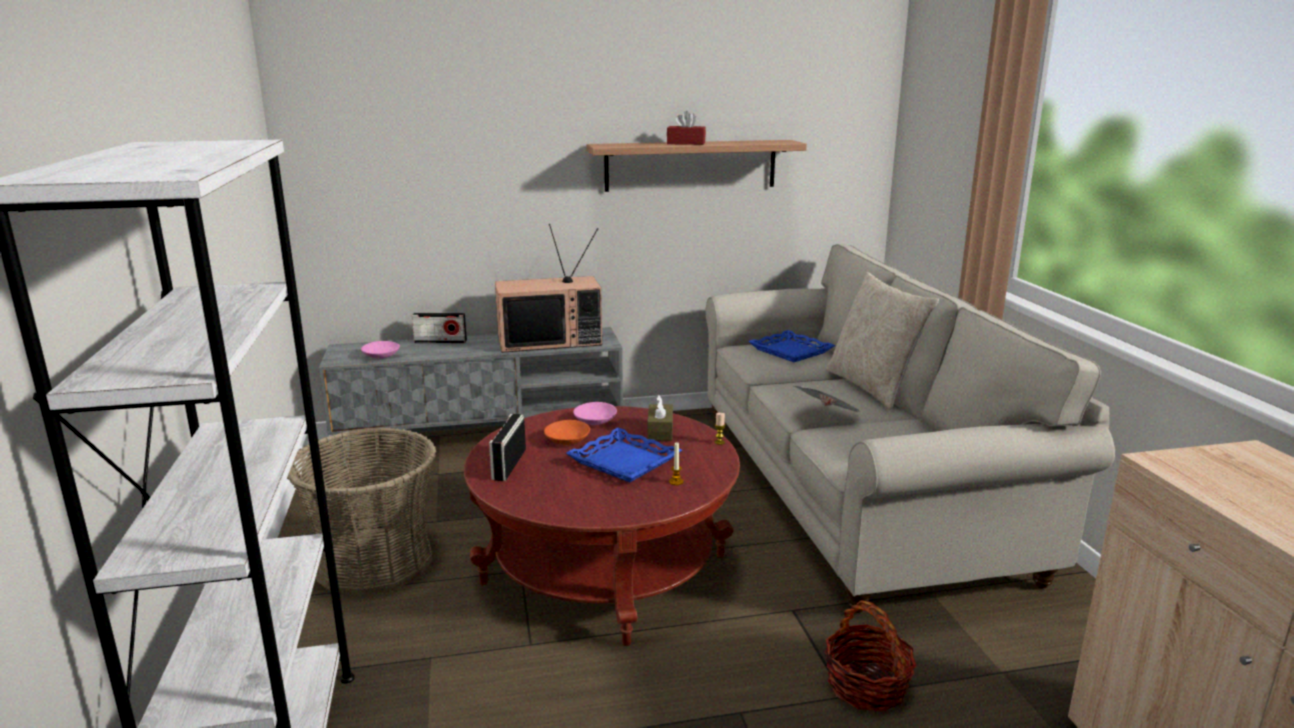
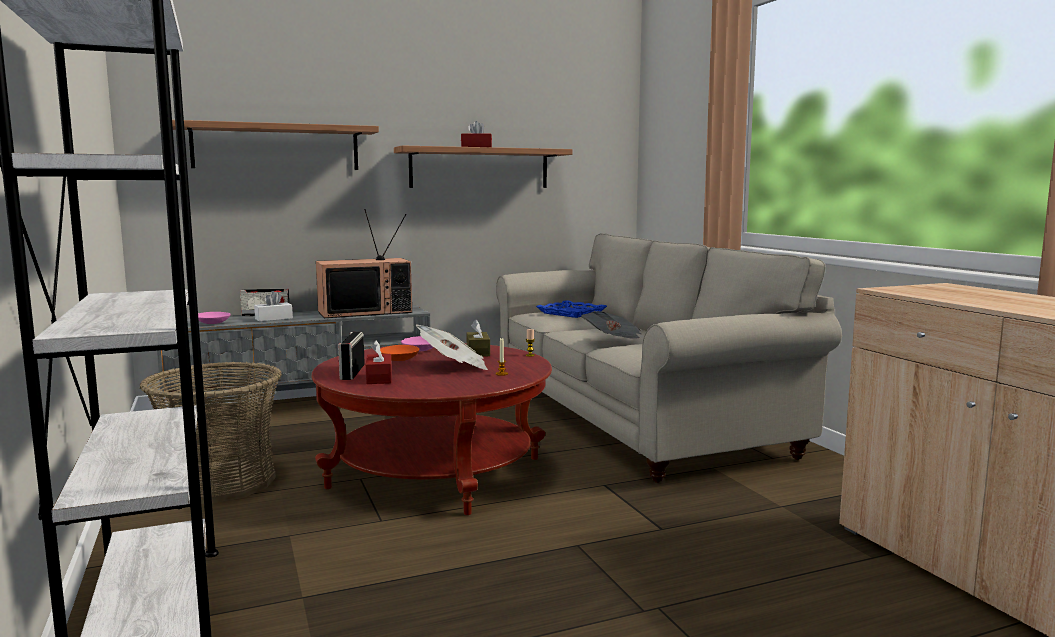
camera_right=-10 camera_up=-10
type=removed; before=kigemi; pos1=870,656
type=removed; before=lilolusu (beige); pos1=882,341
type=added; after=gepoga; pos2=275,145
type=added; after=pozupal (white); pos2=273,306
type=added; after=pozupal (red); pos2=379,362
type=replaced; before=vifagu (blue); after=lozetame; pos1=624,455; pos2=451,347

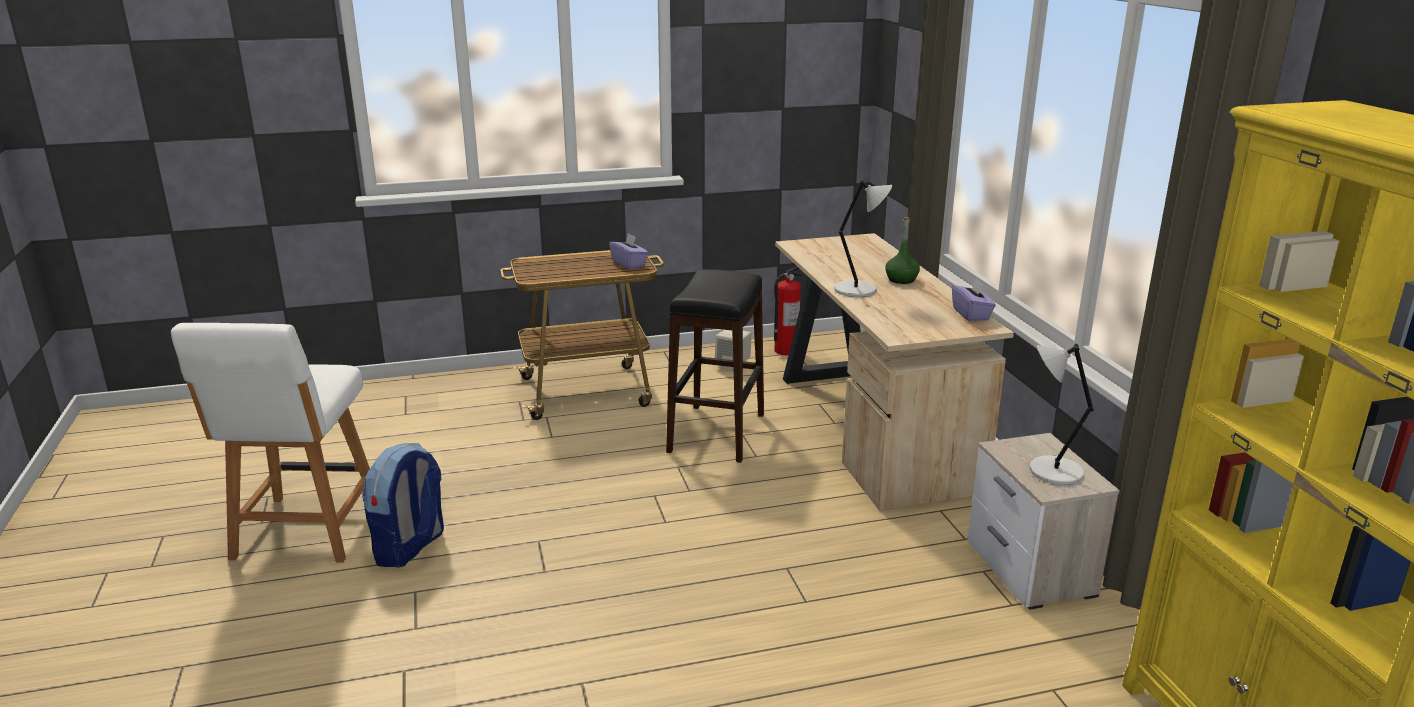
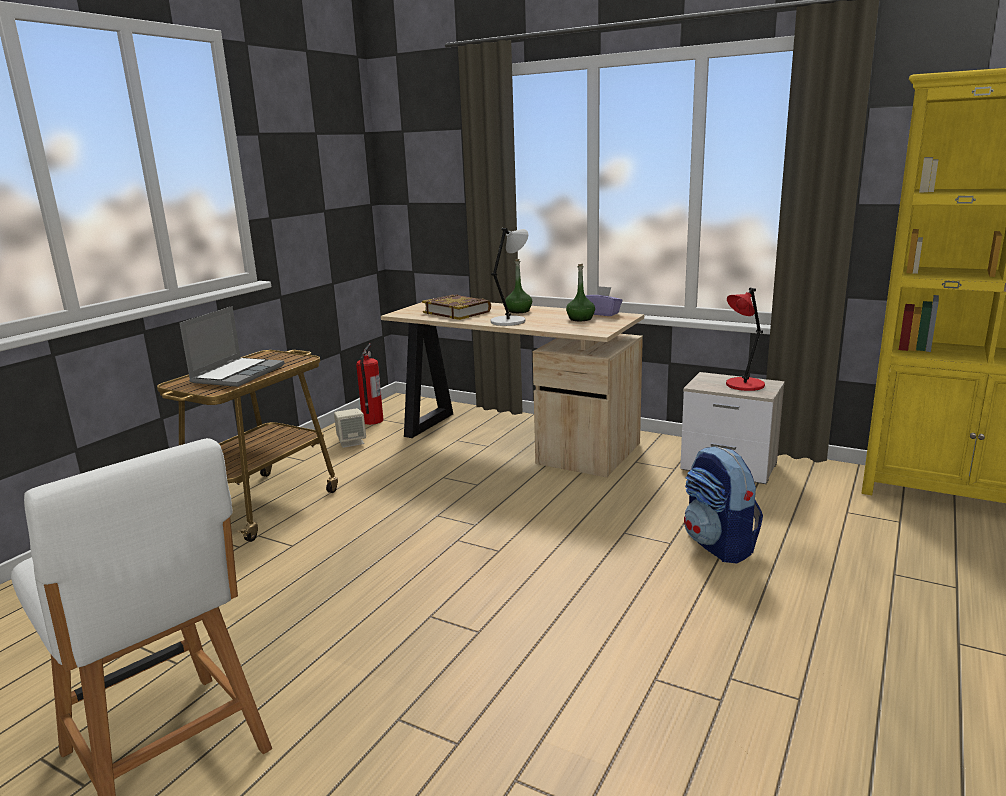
camera_right=-45 camera_up=-5
type=removed; before=pozupal (purple); pos1=629,251
type=removed; before=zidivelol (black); pos1=715,366
type=added; after=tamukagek; pos2=232,346
type=added; after=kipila; pos2=456,307
type=added; after=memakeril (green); pos2=580,292
type=moved; before=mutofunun; pos1=403,505; pos2=723,505
type=recoloured; before=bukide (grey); after=bukide (red); pos1=1061,414; pos2=745,339

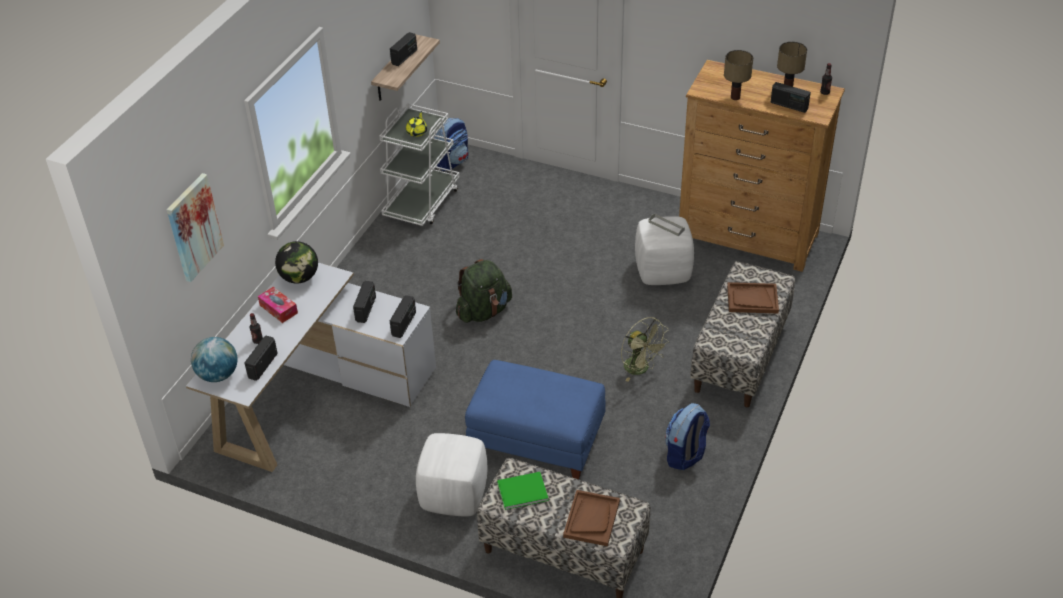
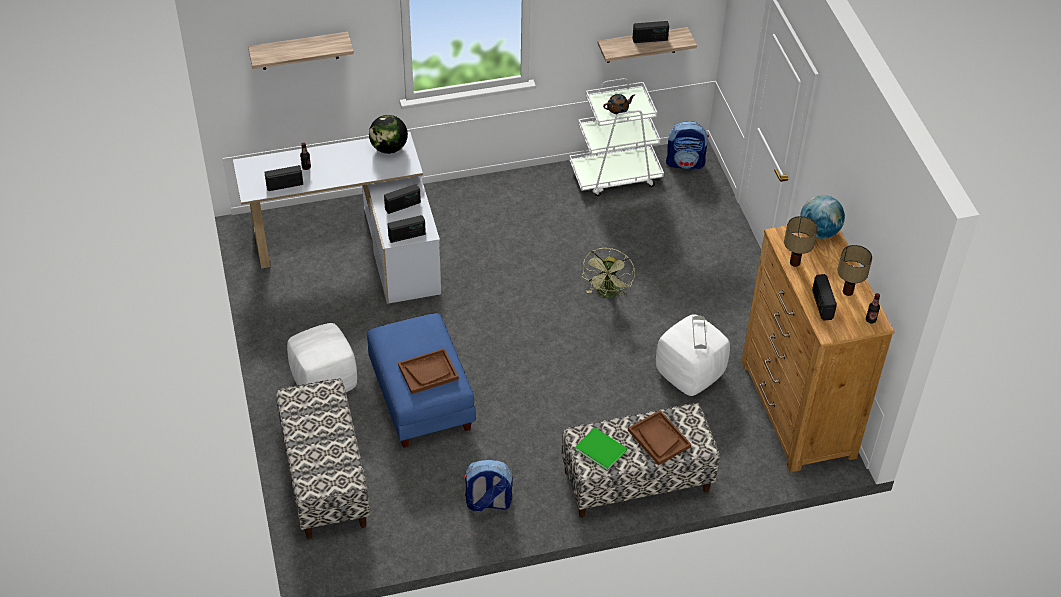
camera_right=50 camera_up=5
type=removed; before=pozupal; pos1=278,305
type=removed; before=mutofunun (green); pos1=484,291
type=moved; before=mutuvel; pos1=214,359; pos2=822,217
type=moved; before=kipila (green); pos1=523,491; pos2=601,449
type=moved; before=vifagu (brown); pos1=591,518; pos2=428,371
type=moved; before=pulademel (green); pos1=645,349; pos2=608,273
type=replaced; before=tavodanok; after=gepoga; pos1=195,227; pos2=301,51
type=recoloured; before=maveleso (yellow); after=maveleso (brown); pos1=416,124; pos2=619,104

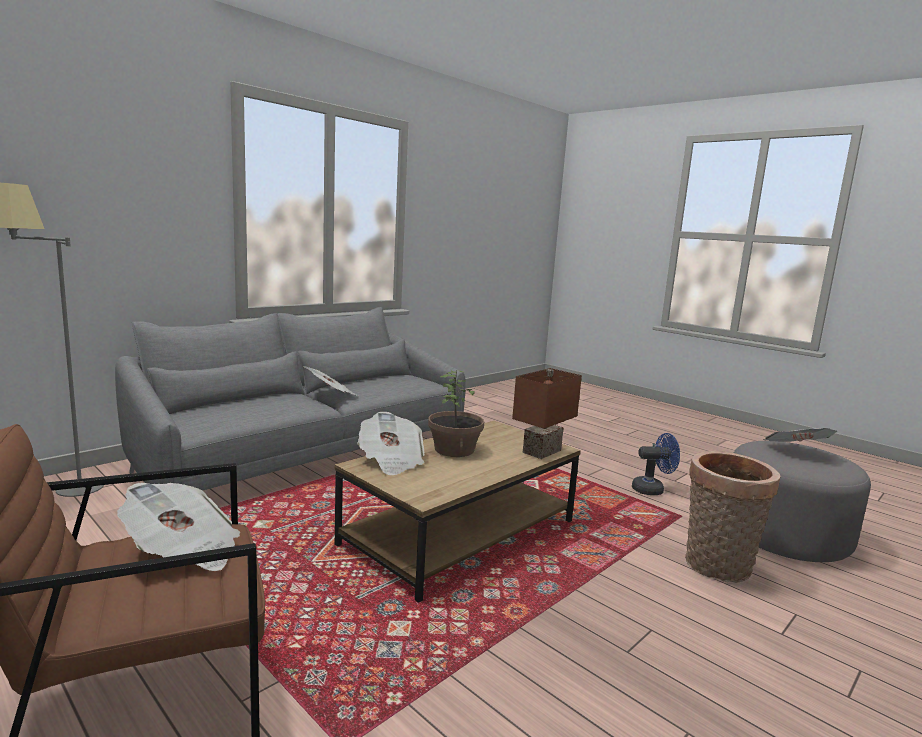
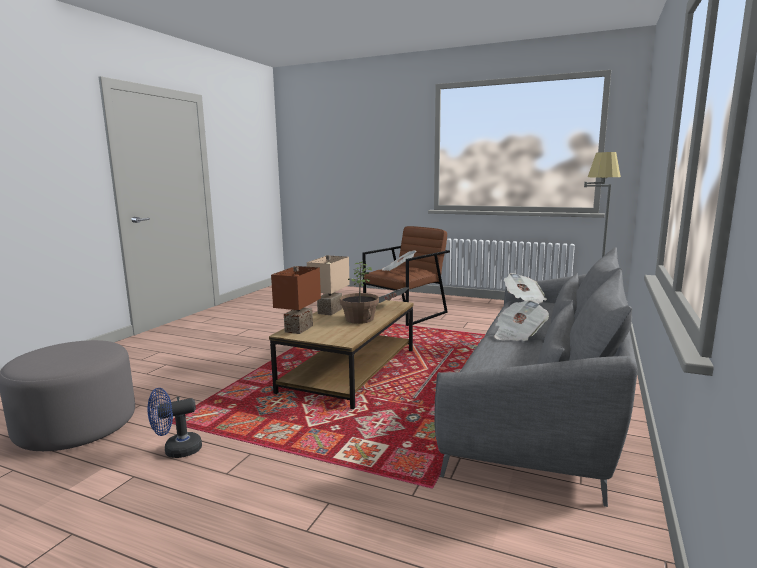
camera_right=160 camera_up=0
type=removed; before=kigemi; pos1=732,517
type=added; after=bukide (beige); pos2=328,285
type=moved; before=lozetame; pos1=800,435; pos2=525,288

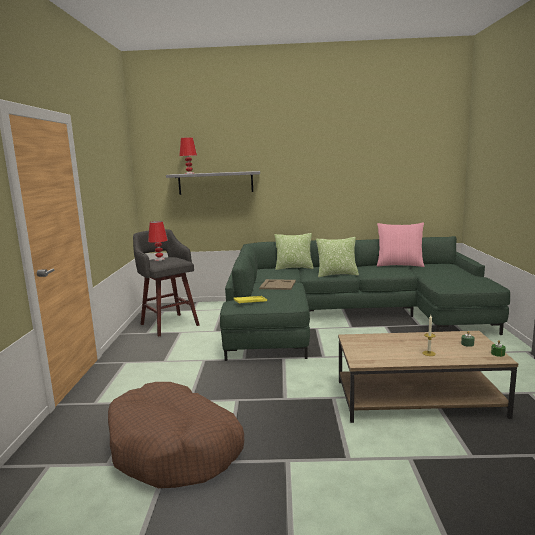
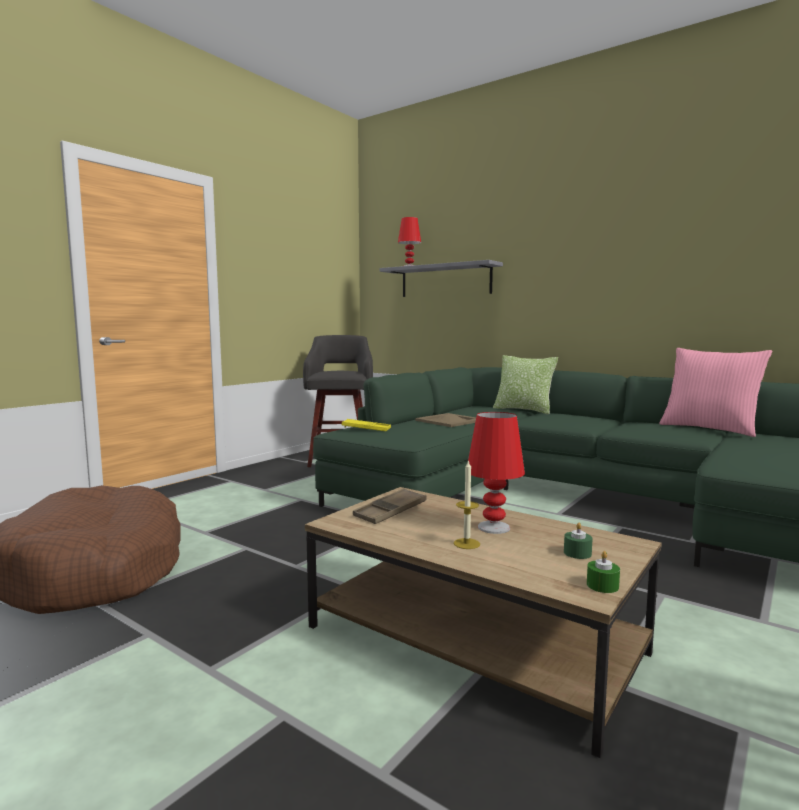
camera_right=35 camera_up=-5
type=removed; before=lilolusu; pos1=337,257
type=added; after=vifagu (brown); pos2=389,506
type=moved; before=bukide (red); pos1=158,241; pos2=496,473

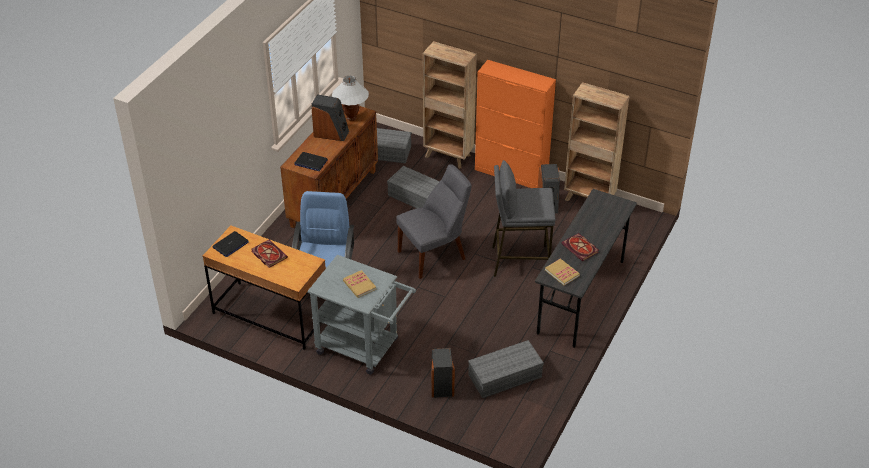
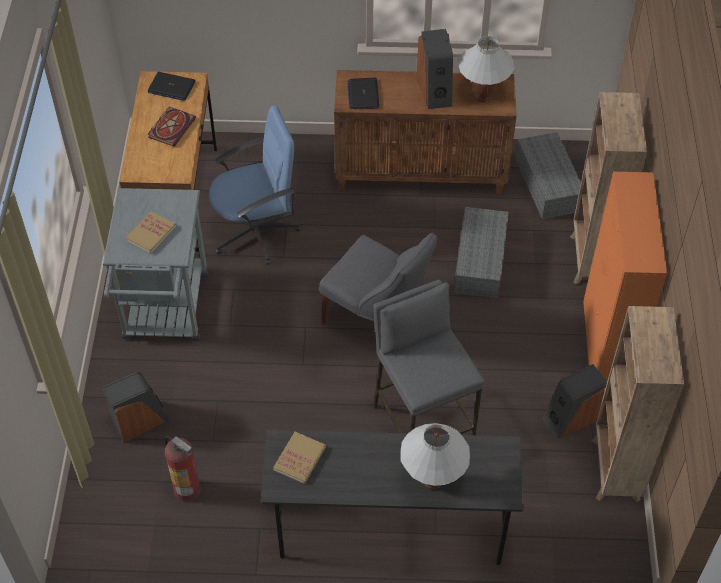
camera_right=65 camera_up=10
type=removed; before=kipila; pos1=580,247
type=added; after=bukide (white); pos2=435,456
type=replaced; before=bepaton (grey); after=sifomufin; pos1=506,369; pos2=183,469

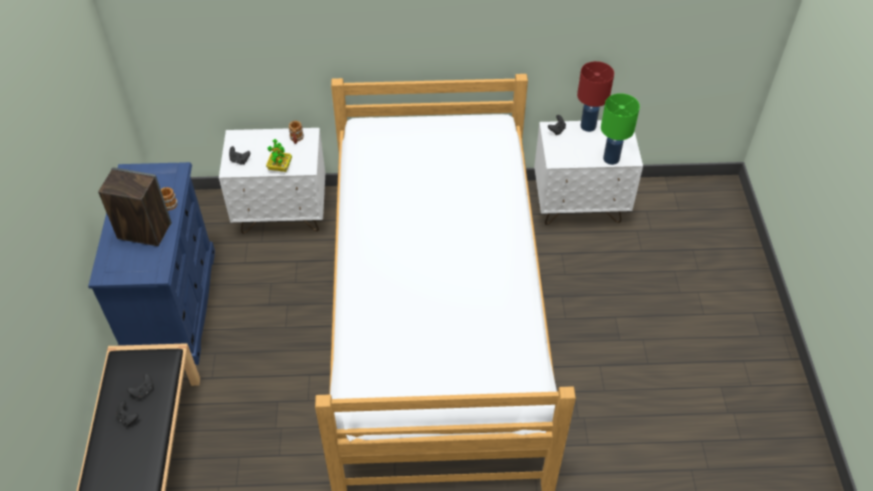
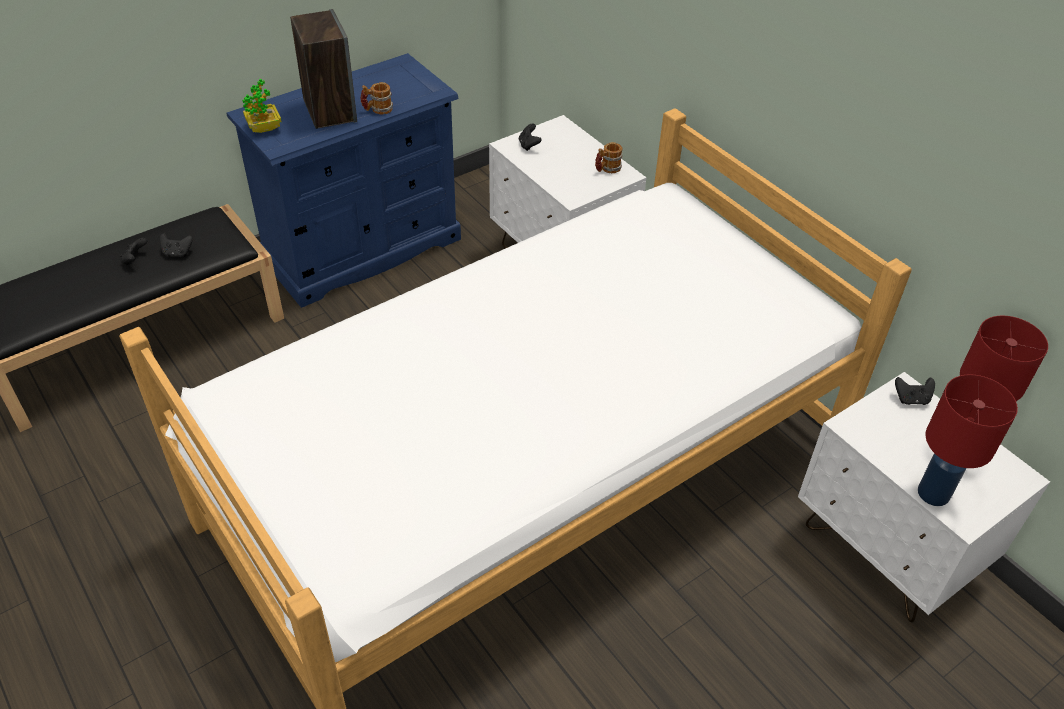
camera_right=55 camera_up=-5
type=moved; before=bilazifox; pos1=279,155; pos2=262,106
type=recoloured; before=bukide (green); after=bukide (red); pos1=620,129; pos2=968,440

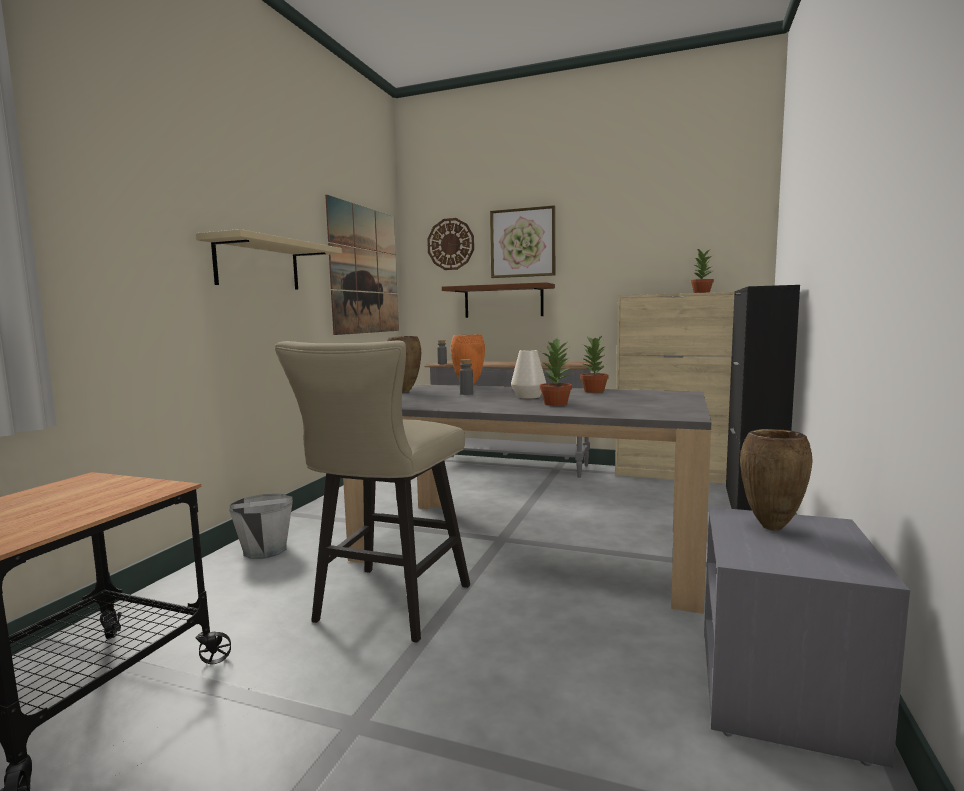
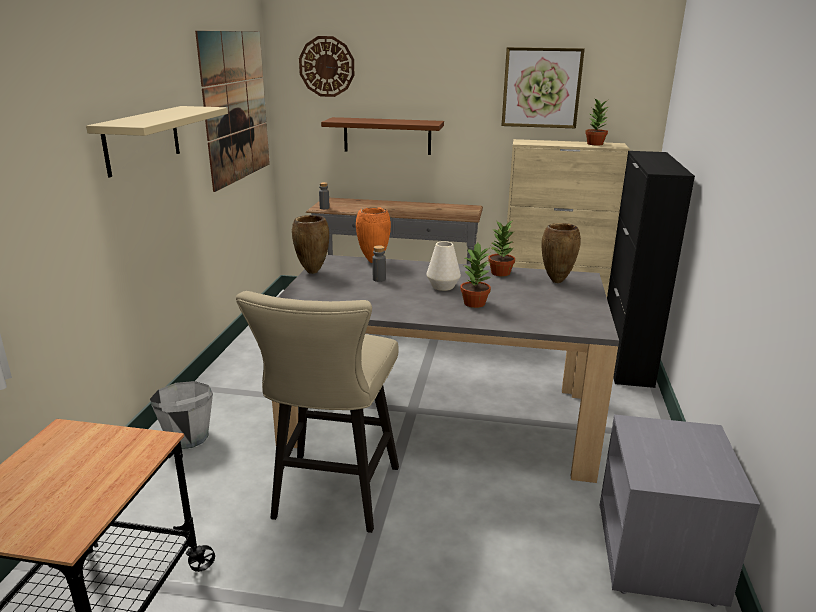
camera_right=-10 camera_up=15
type=moved; before=tavodanok; pos1=522,241; pos2=543,87
type=moved; before=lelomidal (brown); pos1=776,480; pos2=561,253

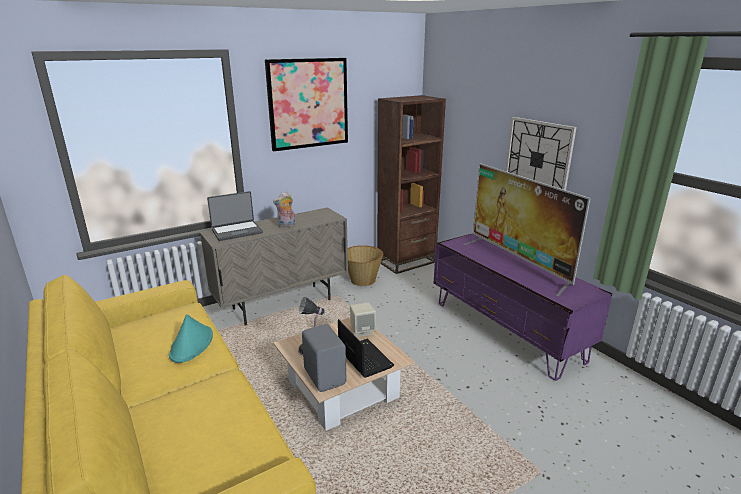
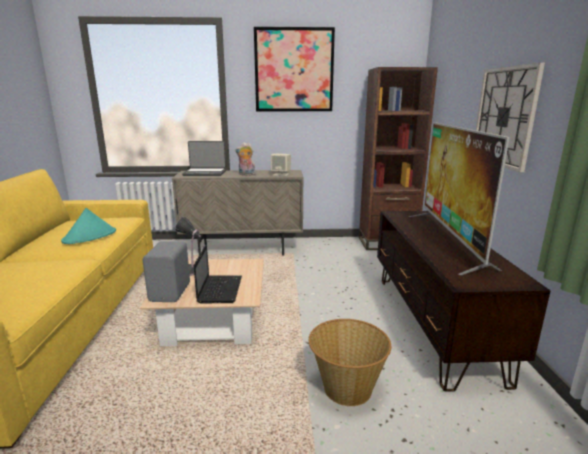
camera_right=30 camera_up=-5
type=moved; before=kigemi; pos1=365,265; pos2=350,362
type=moved; before=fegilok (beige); pos1=363,319; pos2=281,165
type=recoloured; before=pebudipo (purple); after=pebudipo (brown); pos1=523,307; pos2=464,301

